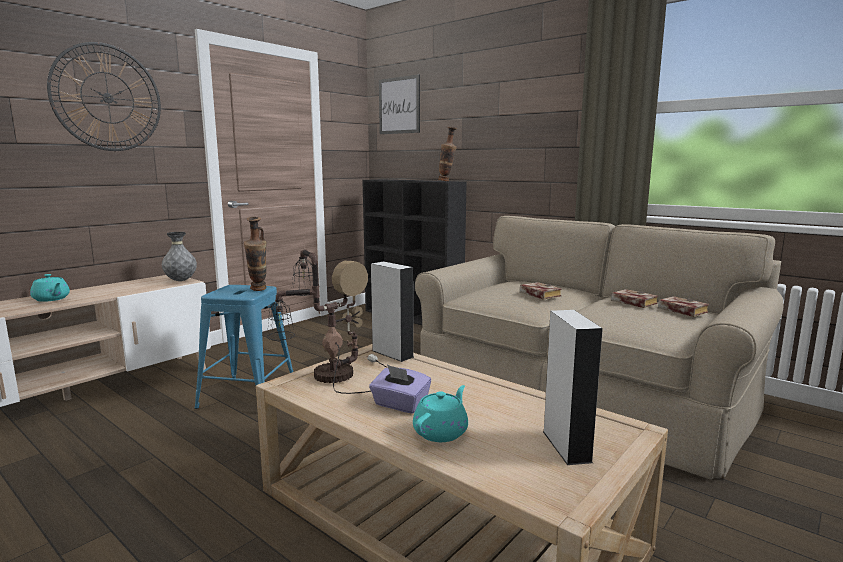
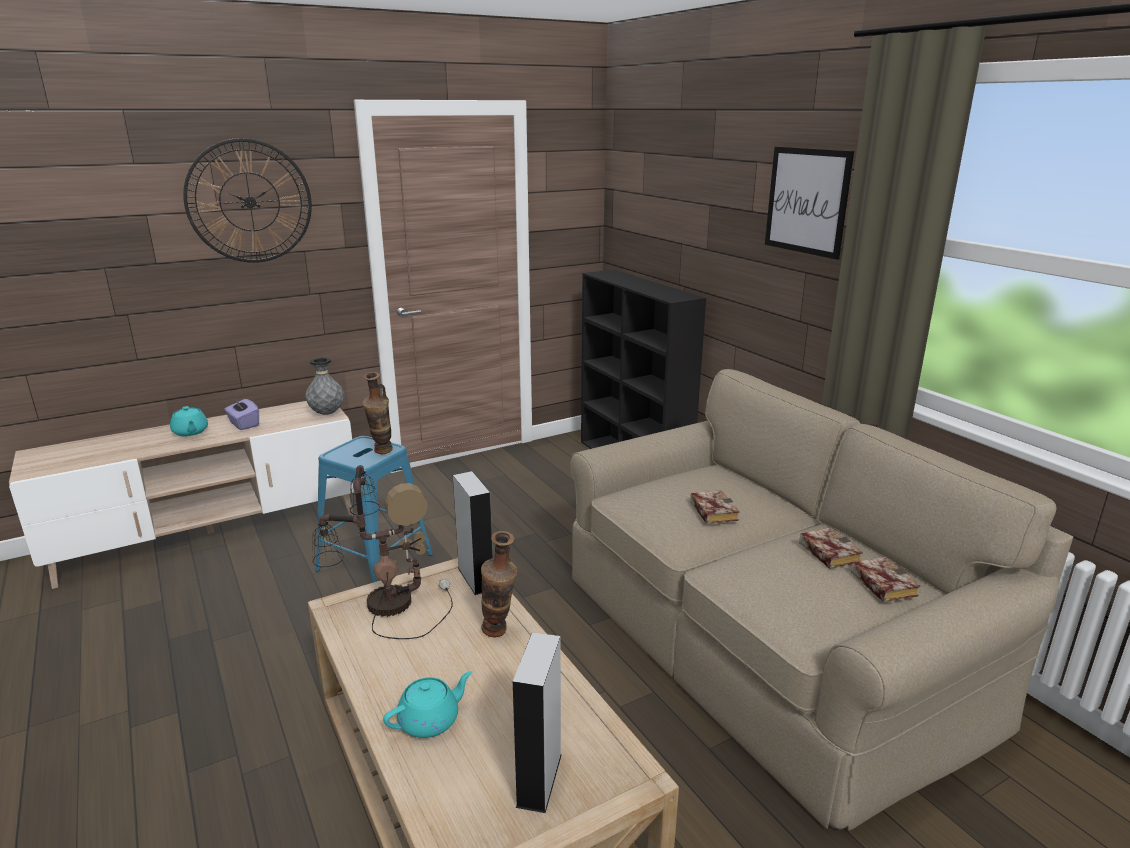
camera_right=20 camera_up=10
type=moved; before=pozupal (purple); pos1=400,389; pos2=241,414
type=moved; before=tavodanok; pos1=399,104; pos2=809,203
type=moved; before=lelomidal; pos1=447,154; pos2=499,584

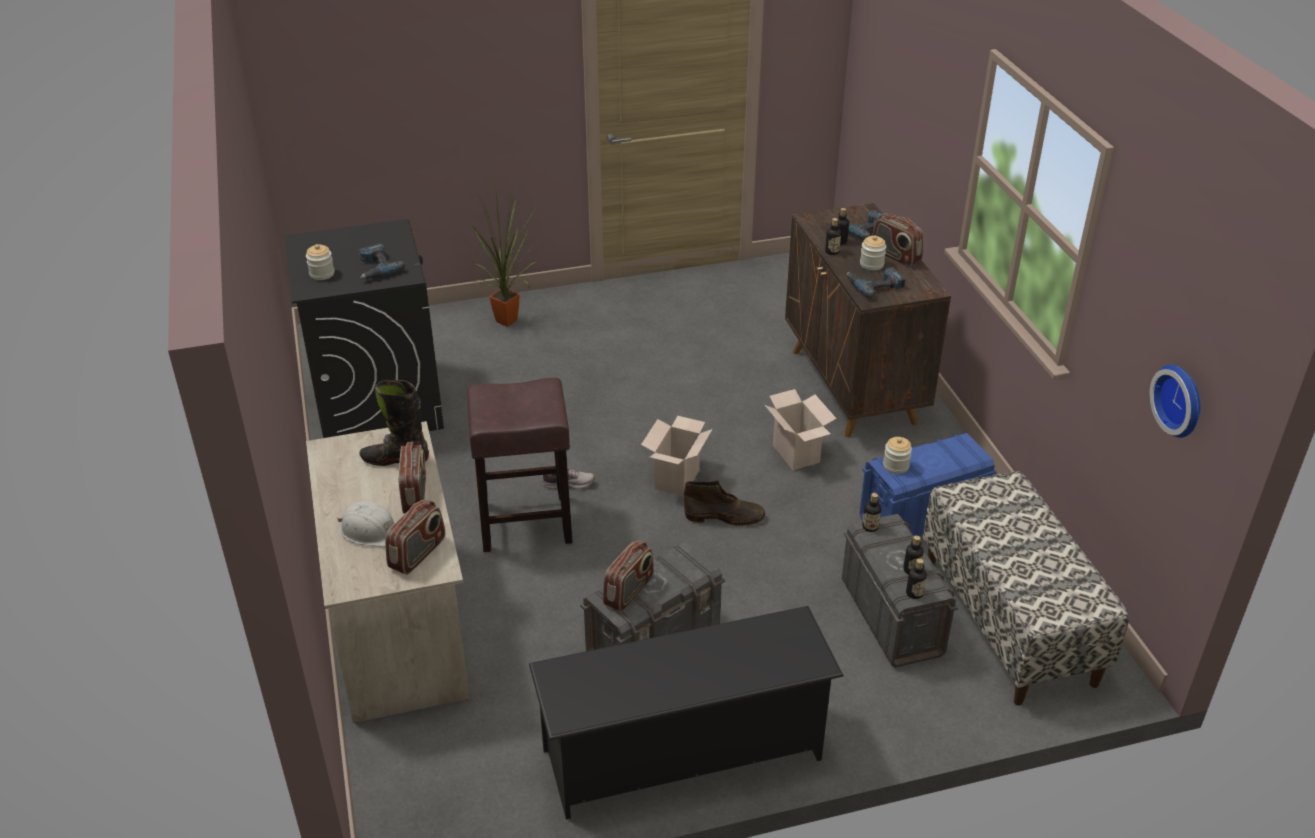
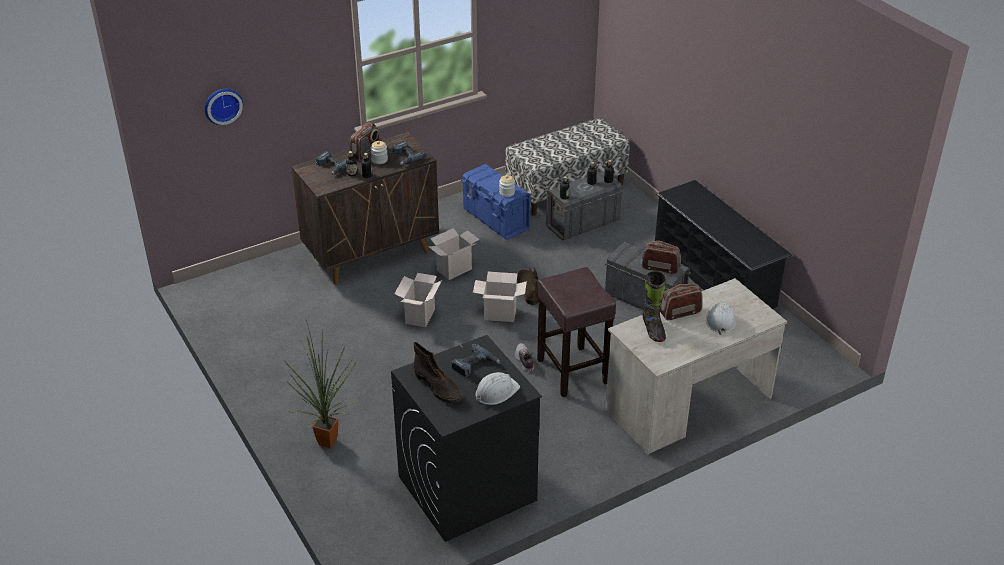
camera_right=-105 camera_up=0
type=removed; before=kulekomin; pos1=415,537
type=added; after=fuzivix; pos2=418,300
type=added; after=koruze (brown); pos2=438,373
type=moved; before=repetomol; pos1=1175,401; pos2=224,107
type=replaced; before=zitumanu; after=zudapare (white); pos1=320,262; pos2=498,388

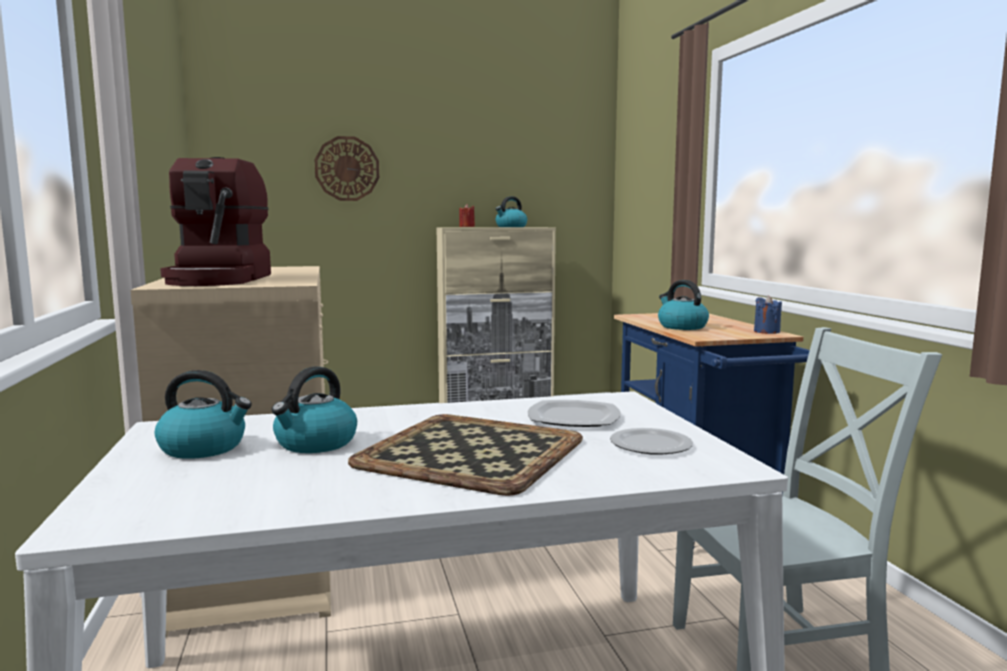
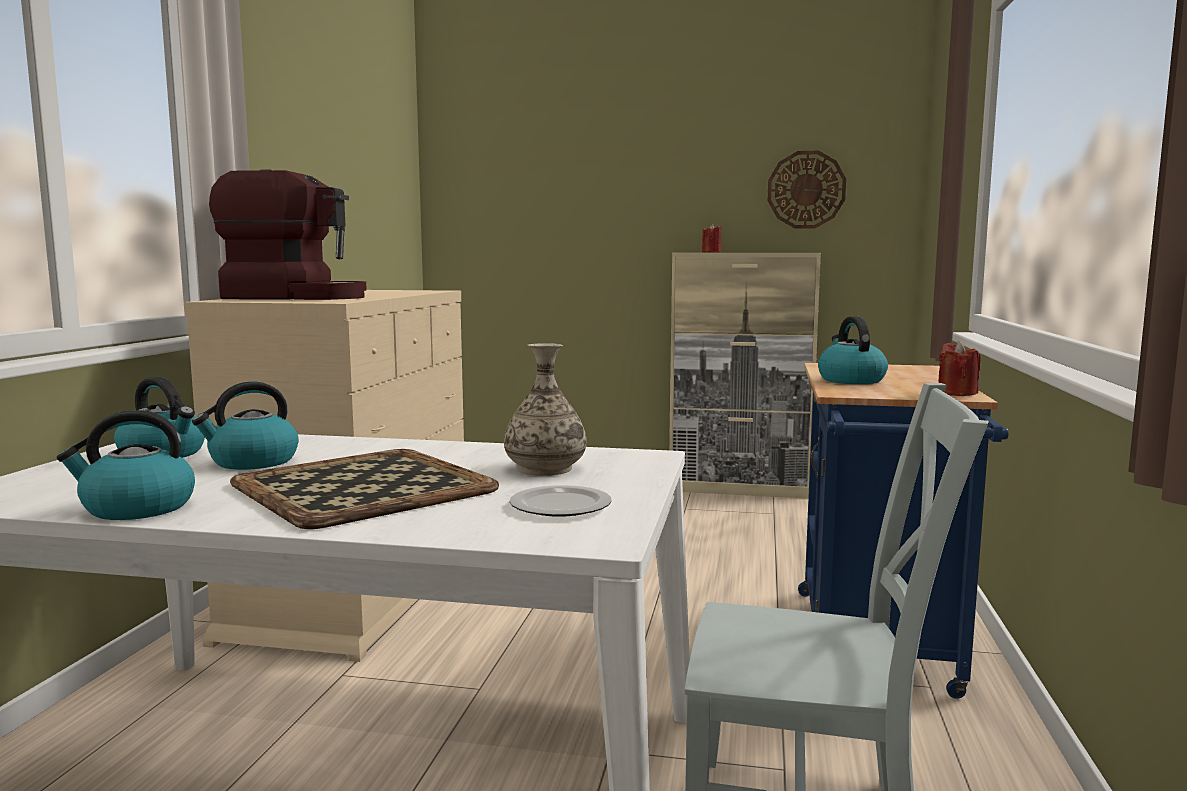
camera_right=25 camera_up=0
type=moved; before=repetomol; pos1=347,168; pos2=807,190
type=moved; before=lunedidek; pos1=511,211; pos2=126,465
type=replaced; before=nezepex; after=lelomidal; pos1=574,413; pos2=545,409
type=recoloured; before=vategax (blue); after=vategax (red); pos1=768,315; pos2=959,368
type=turned; before=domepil; pos1=215,221; pos2=288,234; turn=-105

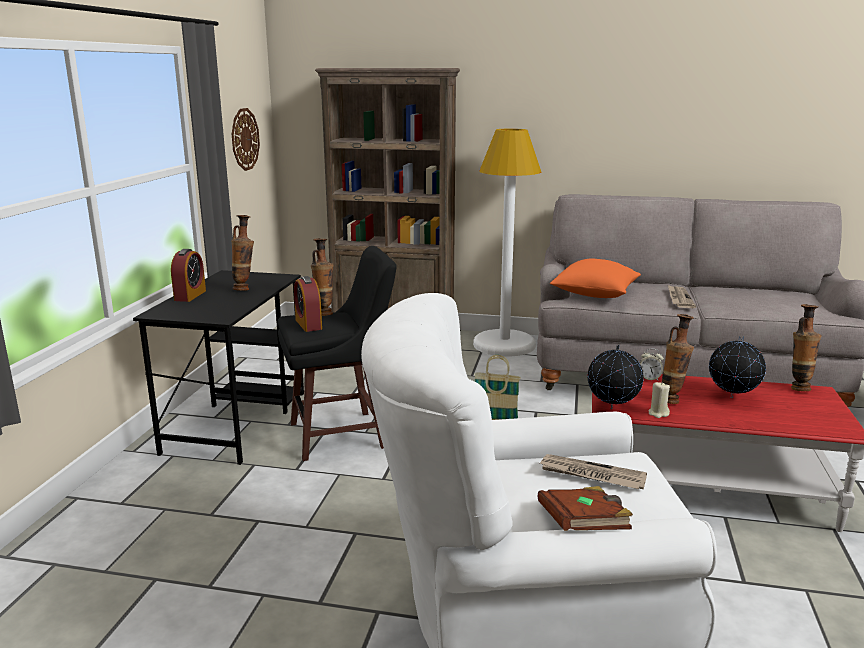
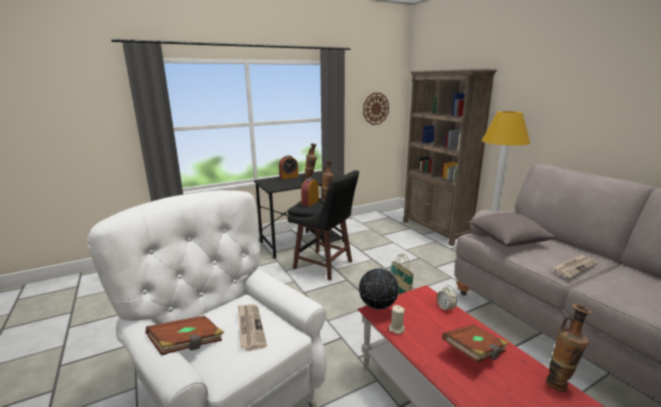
camera_right=50 camera_up=0
type=removed; before=lelomidal; pos1=678,359
type=replaced; before=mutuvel; after=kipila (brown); pos1=737,367; pos2=475,343
type=recoloured; before=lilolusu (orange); after=lilolusu (grey); pos1=595,278; pos2=512,229

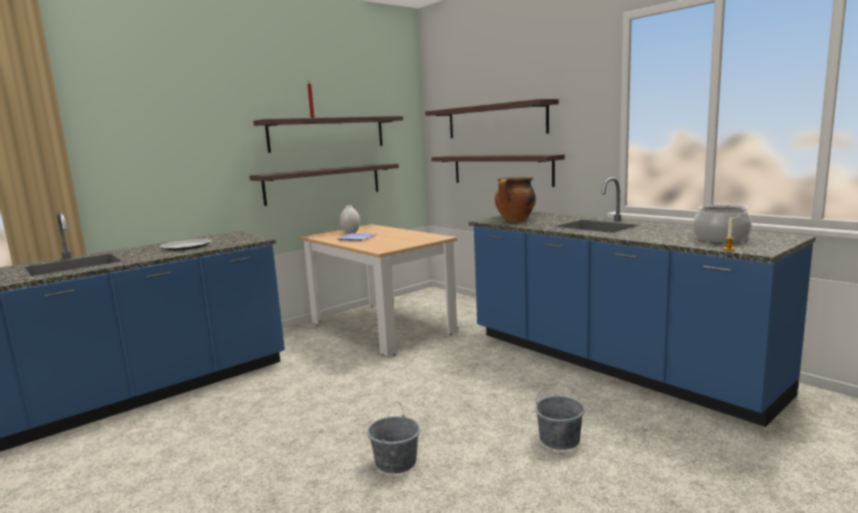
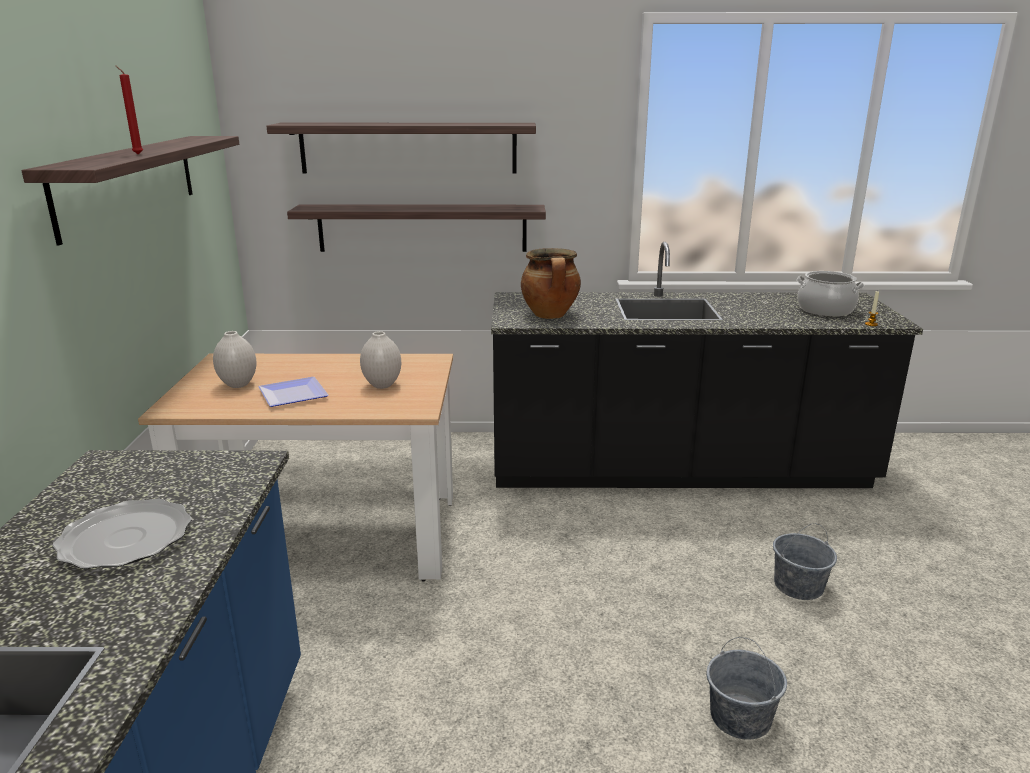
camera_right=-50 camera_up=10
type=removed; before=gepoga; pos1=324,185
type=added; after=lelomidal (white); pos2=380,360
type=recoloured; before=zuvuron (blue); after=zuvuron (black); pos1=642,302; pos2=707,365

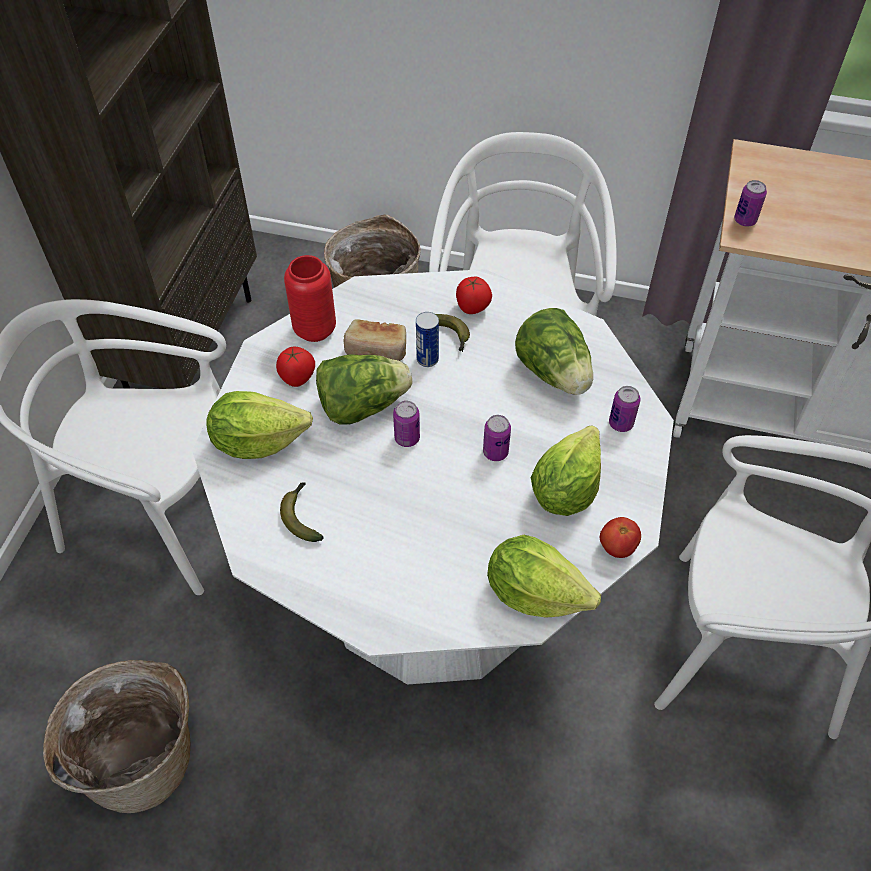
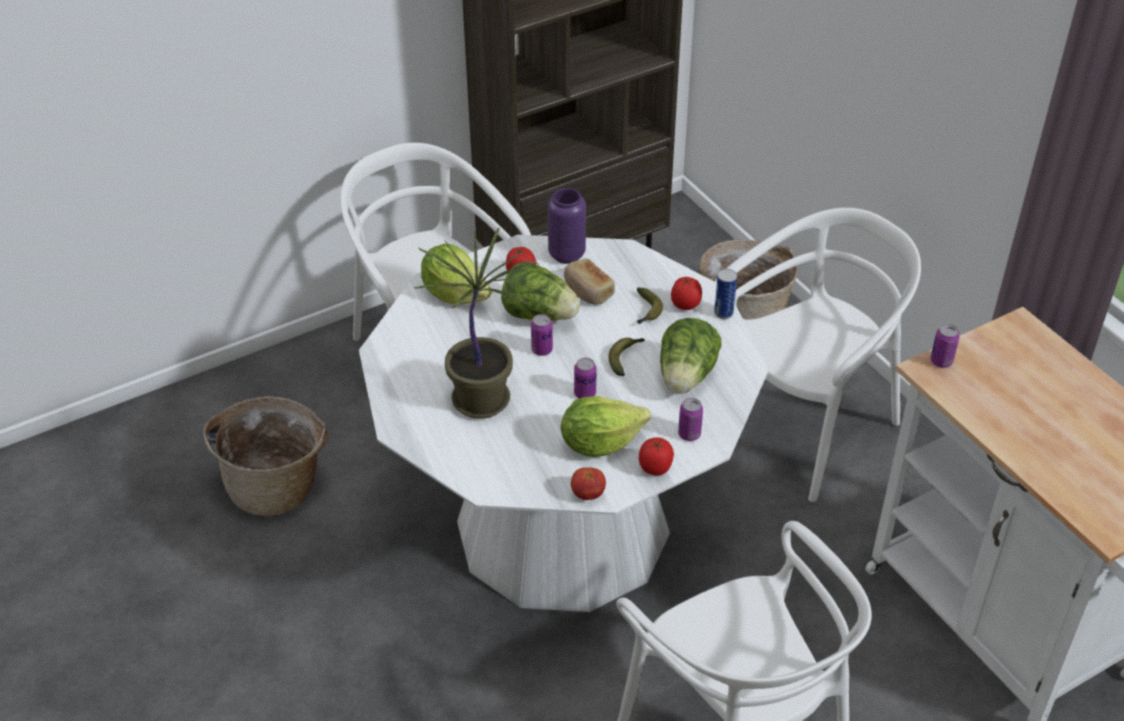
camera_right=45 camera_up=-10
type=removed; before=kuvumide; pos1=544,576
type=added; after=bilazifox; pos2=476,323
type=added; after=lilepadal; pos2=656,456
type=moved; before=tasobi; pos1=302,512; pos2=626,357
type=moved; before=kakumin; pos1=427,339; pos2=725,294
type=recoloured; before=lelomidal (red); after=lelomidal (purple); pos1=310,298; pos2=567,226

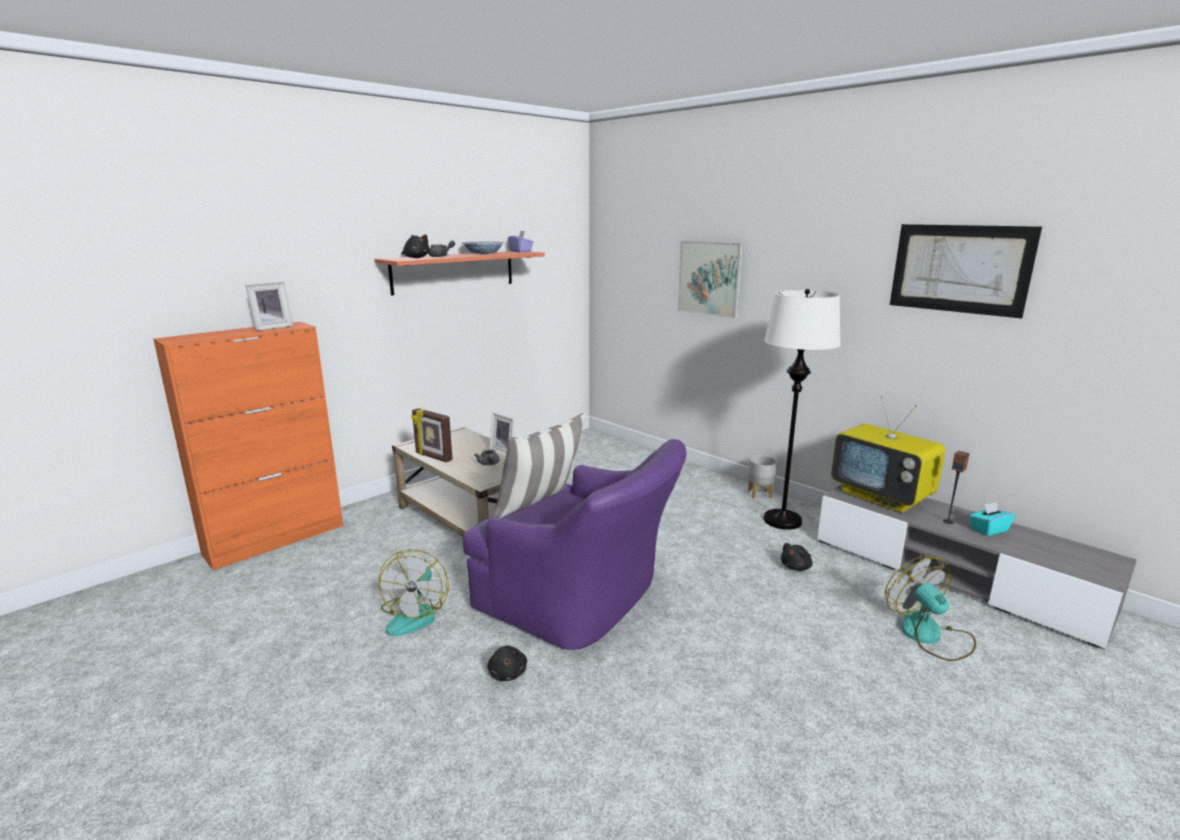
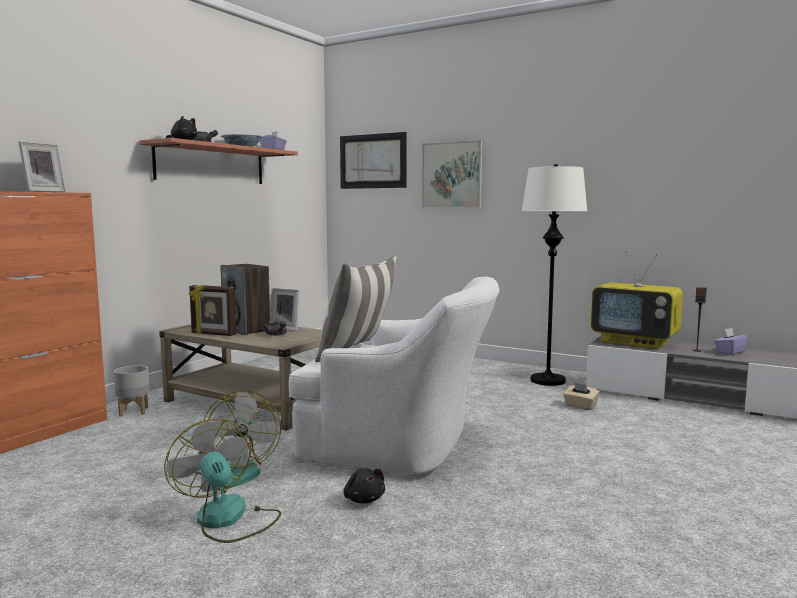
camera_right=-15 camera_up=-10
type=added; after=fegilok; pos2=245,299
type=moved; before=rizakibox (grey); pos1=762,477; pos2=132,391
type=moved; before=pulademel; pos1=930,608; pos2=222,481
type=moved; before=tavodanok; pos1=966,271; pos2=373,160
type=replaced; before=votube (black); after=pozupal (beige); pos1=797,557; pos2=581,396
type=recoloured; before=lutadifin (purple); after=lutadifin (white); pos1=574,544; pos2=394,375
type=recoloured; before=pozupal (turquoise); after=pozupal (purple); pos1=992,519; pos2=731,341

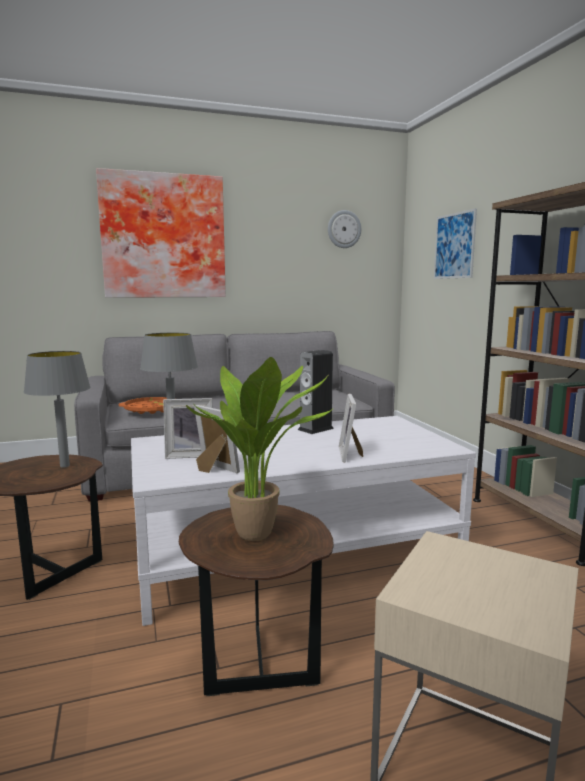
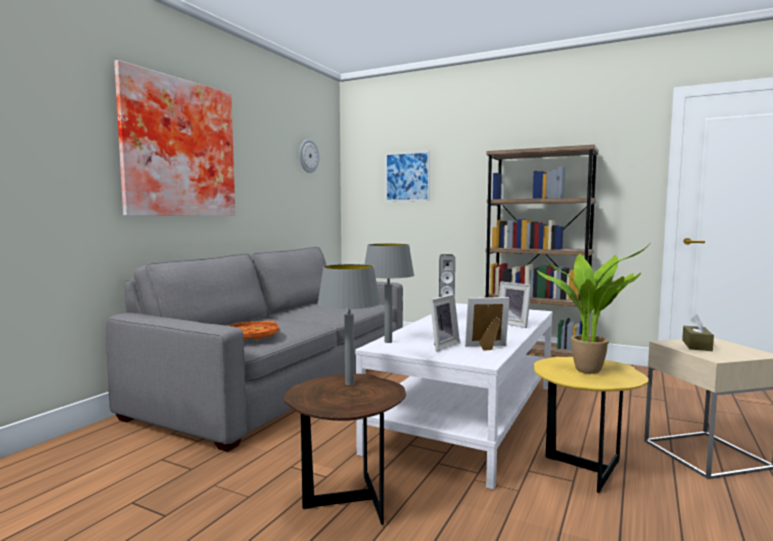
camera_right=-45 camera_up=-5
type=added; after=pozupal (brown); pos2=698,333
type=recoloured; before=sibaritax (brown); after=sibaritax (yellow); pos1=256,600; pos2=591,425

